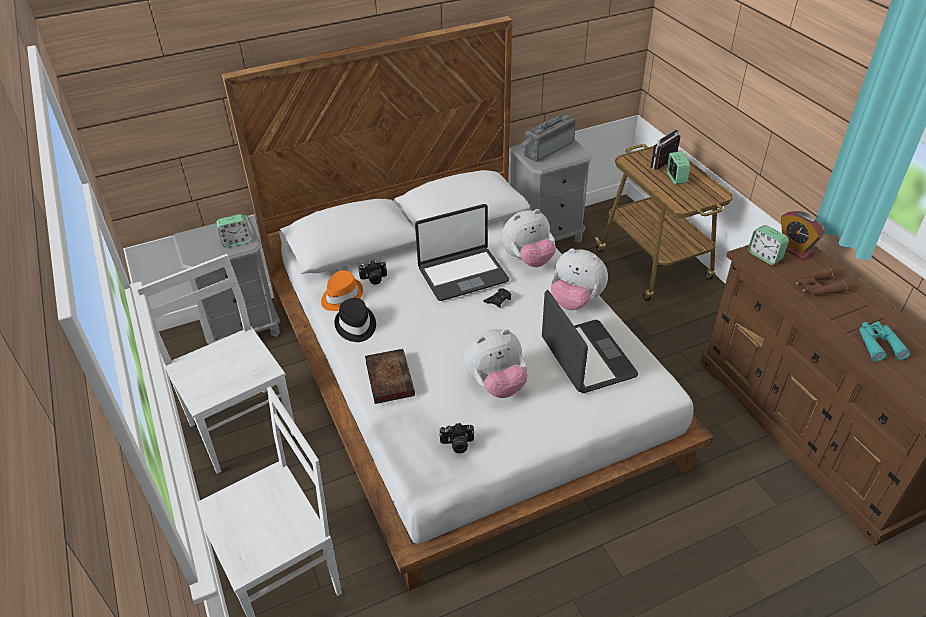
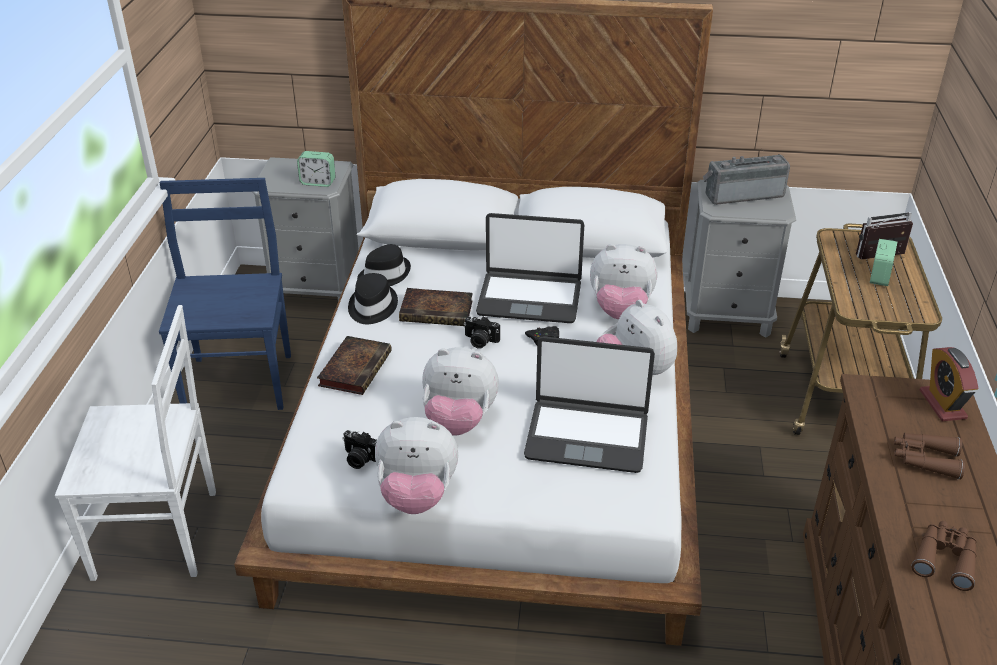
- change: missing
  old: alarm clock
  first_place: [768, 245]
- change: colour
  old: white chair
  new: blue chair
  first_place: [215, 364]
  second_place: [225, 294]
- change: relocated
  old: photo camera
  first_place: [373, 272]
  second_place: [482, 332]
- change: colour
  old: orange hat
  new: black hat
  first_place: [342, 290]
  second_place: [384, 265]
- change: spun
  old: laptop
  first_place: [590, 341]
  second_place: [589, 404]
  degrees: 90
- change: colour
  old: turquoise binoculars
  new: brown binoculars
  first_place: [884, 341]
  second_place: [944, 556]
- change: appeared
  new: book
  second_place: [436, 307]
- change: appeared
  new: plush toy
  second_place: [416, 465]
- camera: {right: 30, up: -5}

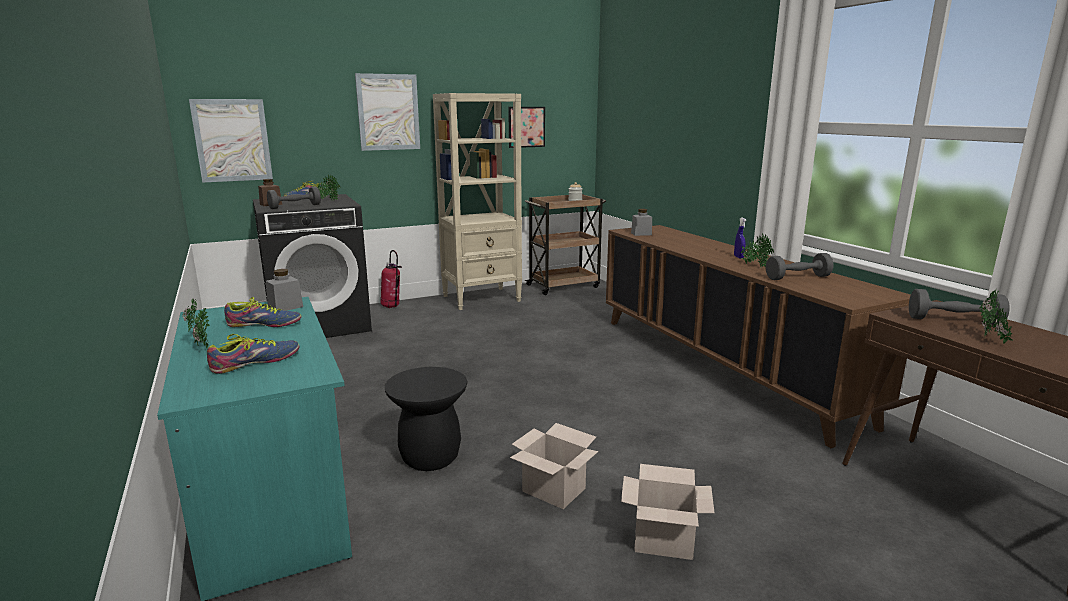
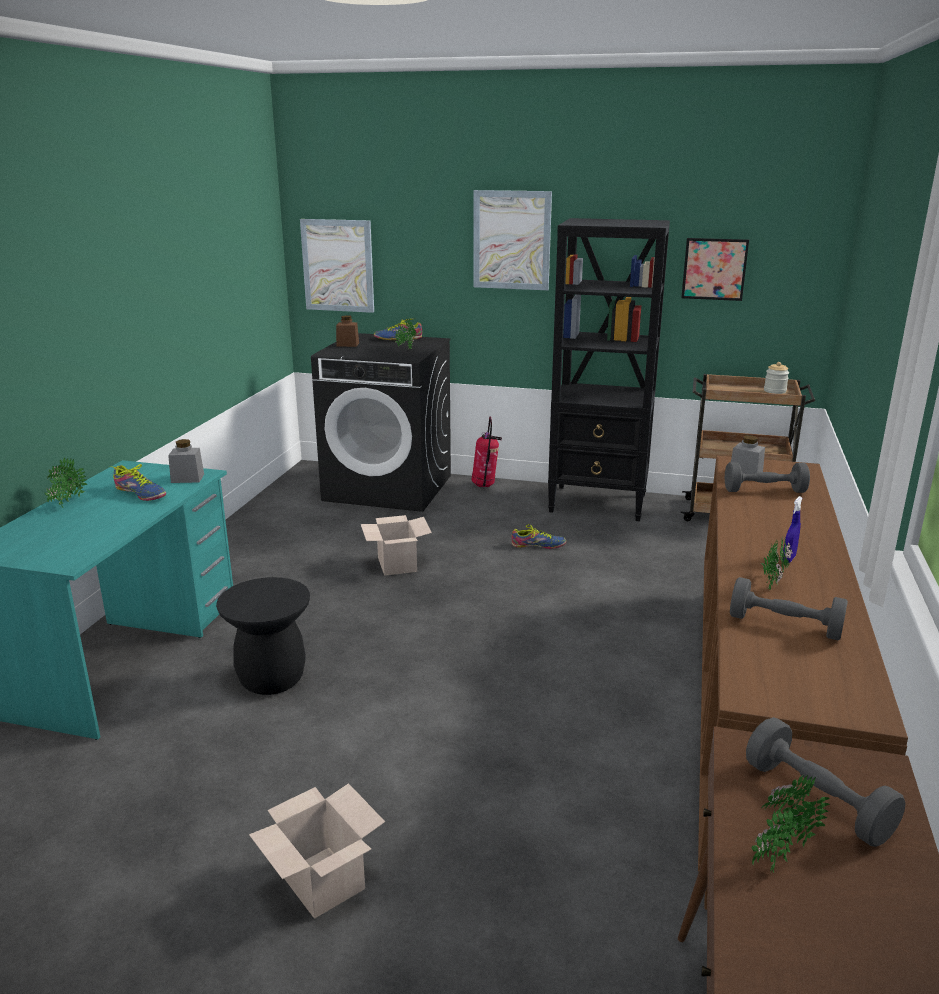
- change: colour
  old: beige bookcase
  new: black bookcase
  first_place: [477, 201]
  second_place: [609, 369]
- change: relocated
  old: grey dumbbell
  first_place: [294, 198]
  second_place: [767, 477]
- change: relocated
  old: shoe
  first_place: [253, 354]
  second_place: [538, 536]
- change: relocated
  old: cardboard box
  first_place: [554, 466]
  second_place: [396, 545]
- camera: {right: 40, up: 5}

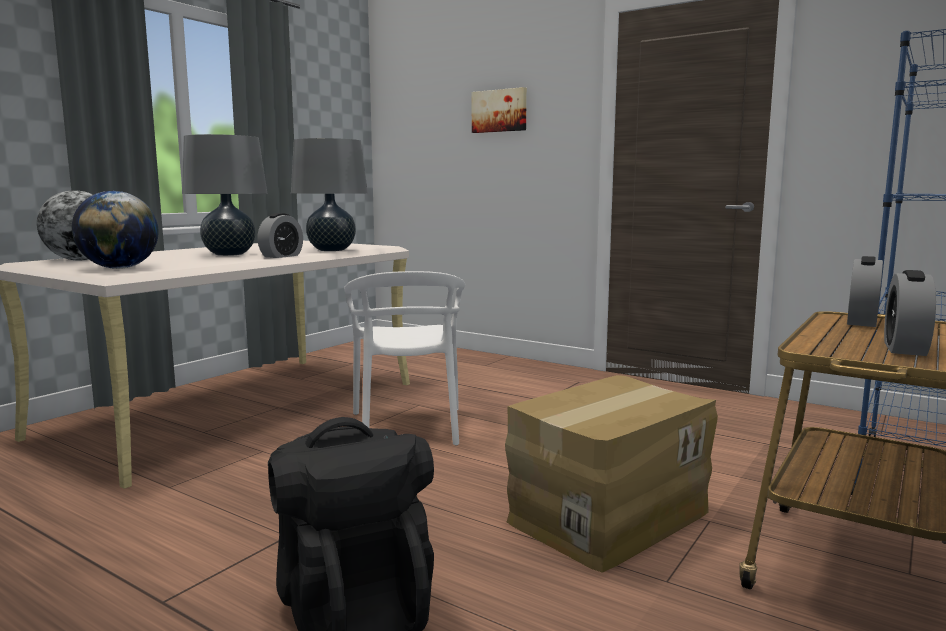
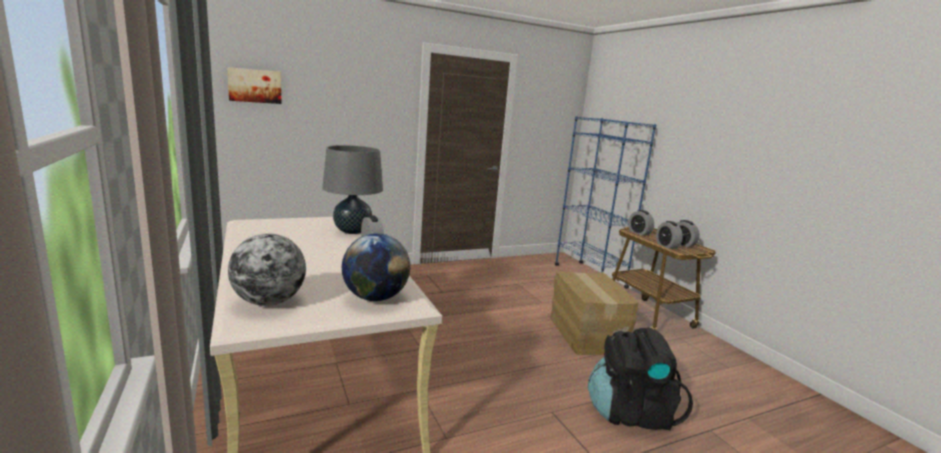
- change: relocated
  old: picture
  first_place: [499, 110]
  second_place: [254, 85]
- change: missing
  old: grey table lamp
  first_place: [225, 195]
- change: missing
  old: white chair
  first_place: [404, 358]
- change: appeared
  new: alarm clock
  second_place: [669, 235]
- camera: {right: -60, up: 5}

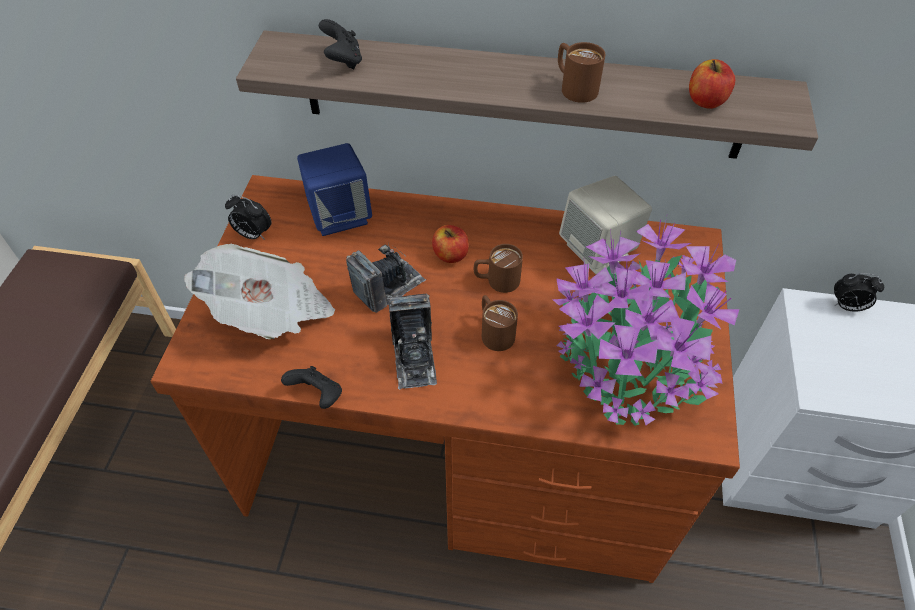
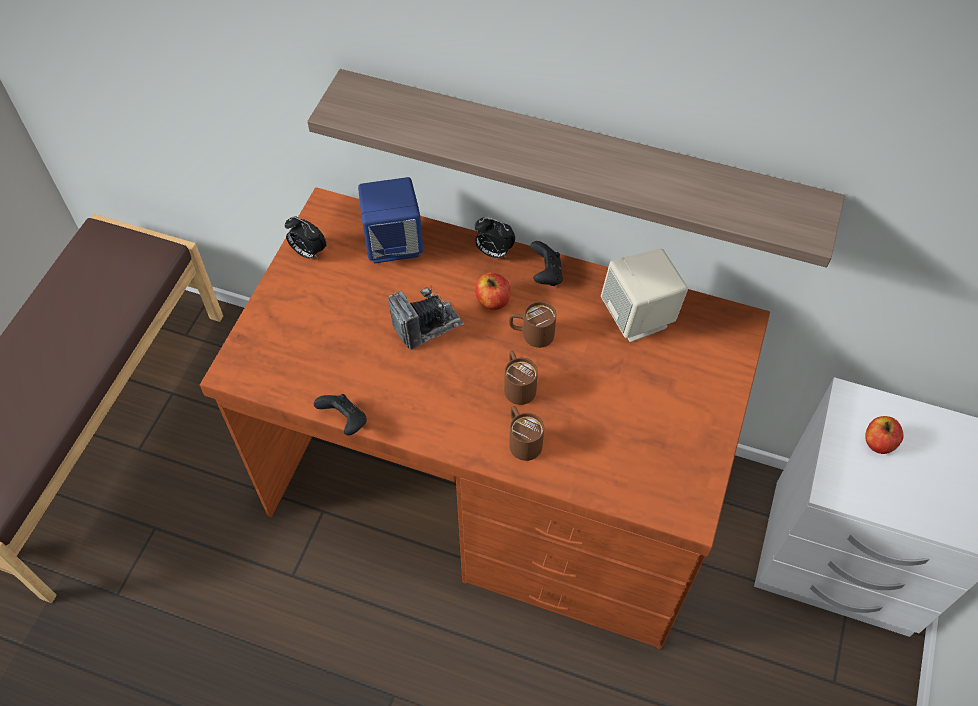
- change: relocated
  old: black game controller
  first_place: [340, 44]
  second_place: [546, 263]
- change: relocated
  old: brown mug
  first_place: [581, 72]
  second_place: [526, 433]
- change: relocated
  old: apple
  first_place: [712, 84]
  second_place: [884, 435]
- change: missing
  old: potted plant
  first_place: [646, 321]
- change: missing
  old: newspaper
  first_place: [259, 291]
- change: relocated
  old: alarm clock
  first_place: [859, 292]
  second_place: [495, 237]
- change: missing
  old: photo camera
  first_place: [412, 342]
- camera: {right: 10, up: 5}

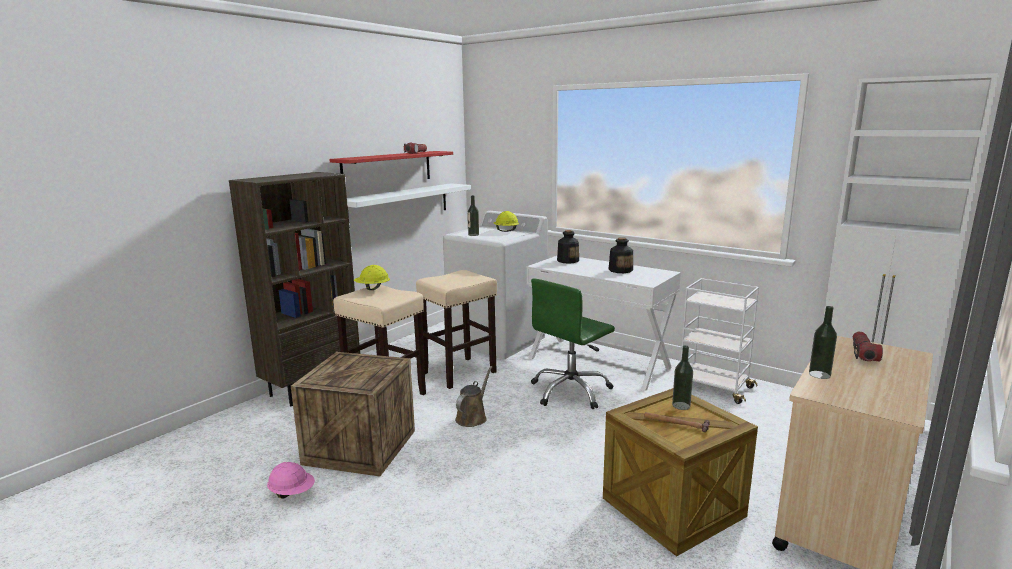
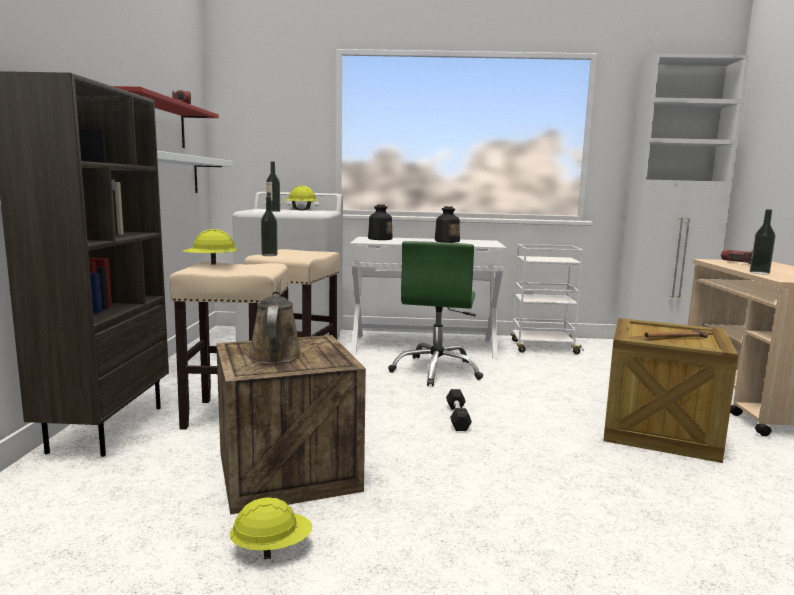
- change: relocated
  old: bottle
  first_place: [682, 377]
  second_place: [269, 226]
- change: relocated
  old: brown watering can
  first_place: [473, 396]
  second_place: [275, 321]
- change: colour
  old: pink hard hat
  new: yellow hard hat
  first_place: [291, 480]
  second_place: [271, 528]
- change: appeared
  new: black dumbbell
  second_place: [459, 410]
- camera: {right: -35, up: -5}

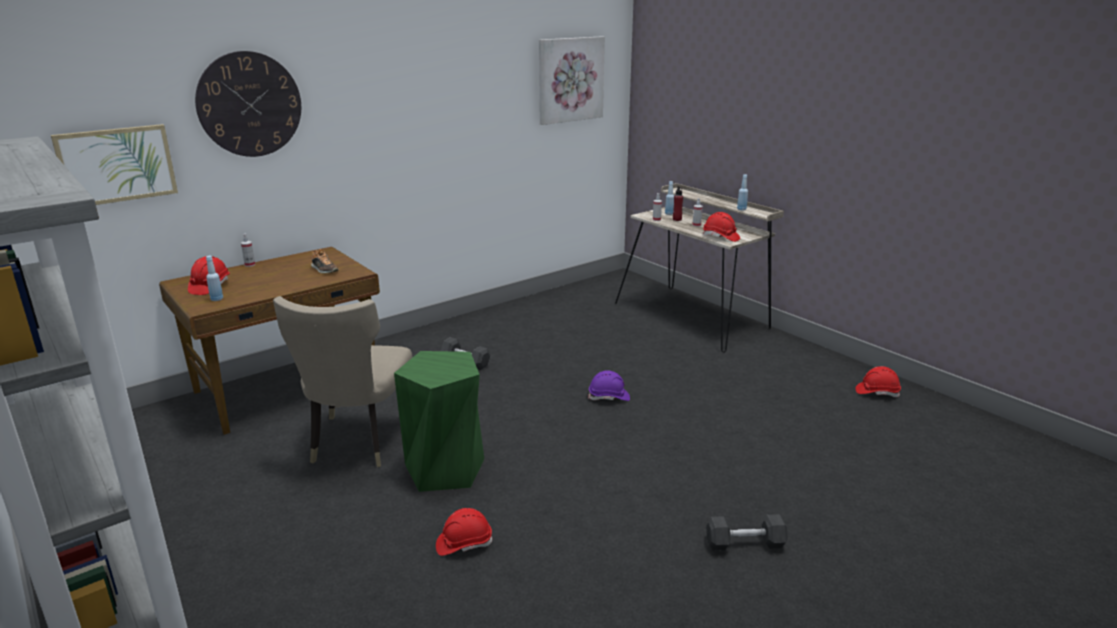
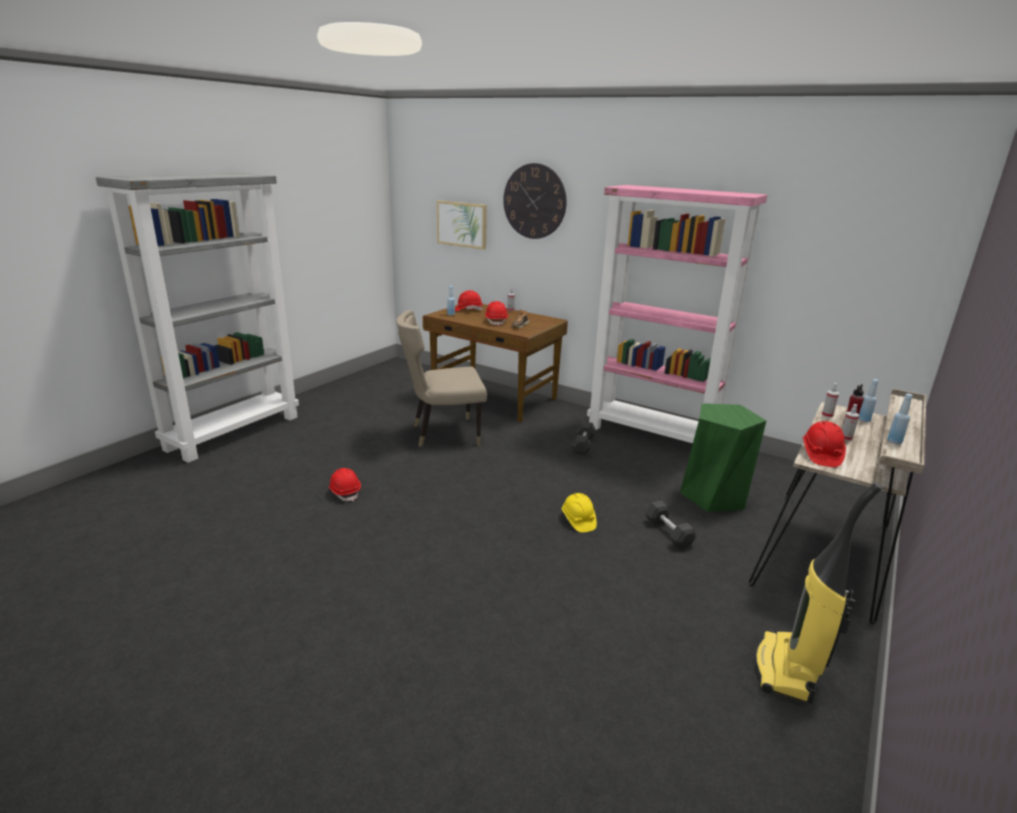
- change: missing
  old: picture
  first_place: [572, 80]
- change: relocated
  old: green stool
  first_place: [439, 421]
  second_place: [723, 457]
- change: relocated
  old: red hard hat
  first_place: [878, 381]
  second_place: [496, 313]
- change: colour
  old: purple hard hat
  new: yellow hard hat
  first_place: [609, 385]
  second_place: [579, 512]
- change: relocated
  old: grey dumbbell
  first_place: [747, 532]
  second_place: [671, 525]
- change: appeared
  new: pink bookcase
  second_place: [677, 314]
- change: appeared
  new: vacuum cleaner
  second_place: [818, 593]
- camera: {right: 70, up: 0}

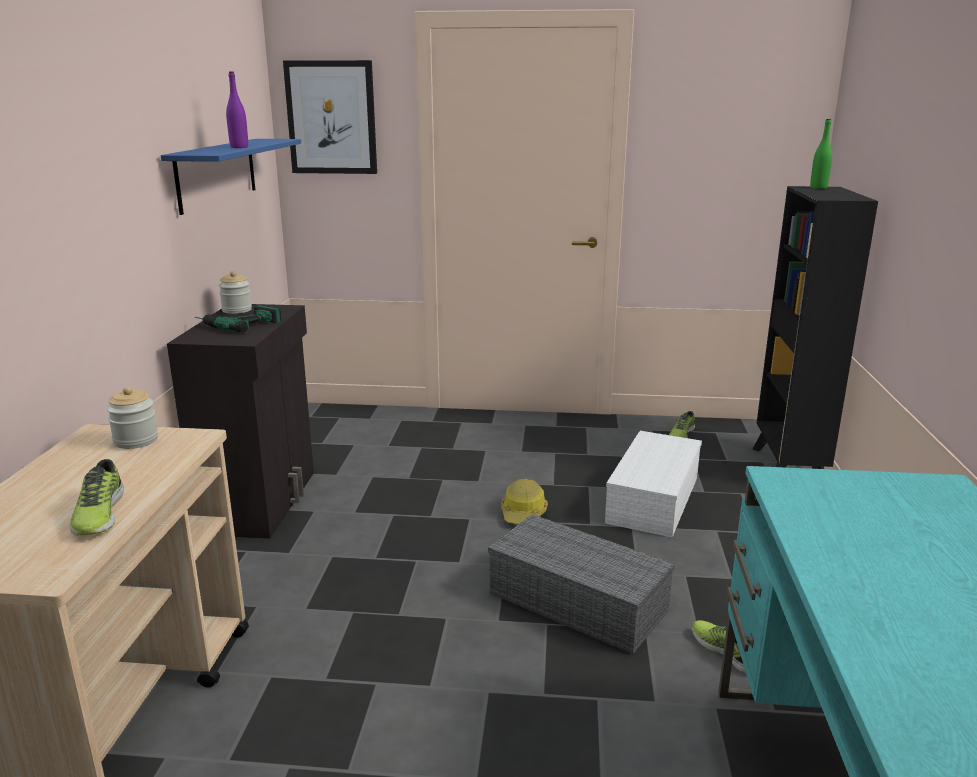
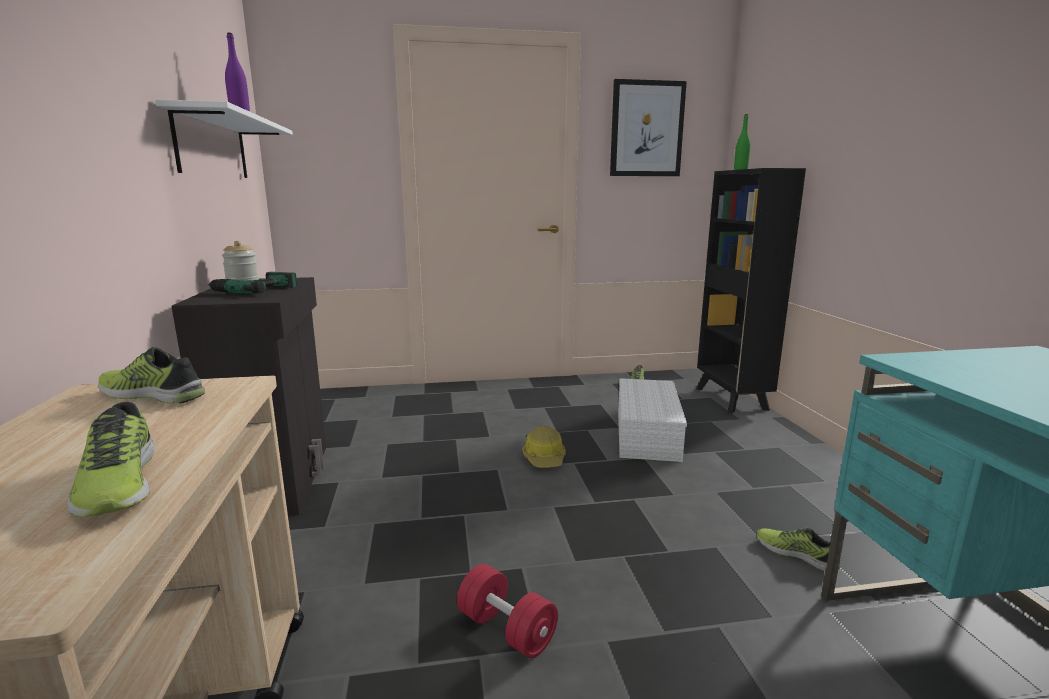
- change: relocated
  old: picture
  first_place: [330, 117]
  second_place: [648, 127]
- change: colour
  old: blue shelf
  new: white shelf
  first_place: [231, 177]
  second_place: [224, 139]
- change: exchanged
  old: jar
  new: shoe
  first_place: [132, 417]
  second_place: [151, 375]
- change: missing
  old: grey storage box
  first_place: [581, 584]
- change: appeared
  new: red dumbbell
  second_place: [507, 611]
- camera: {right: -15, up: -5}

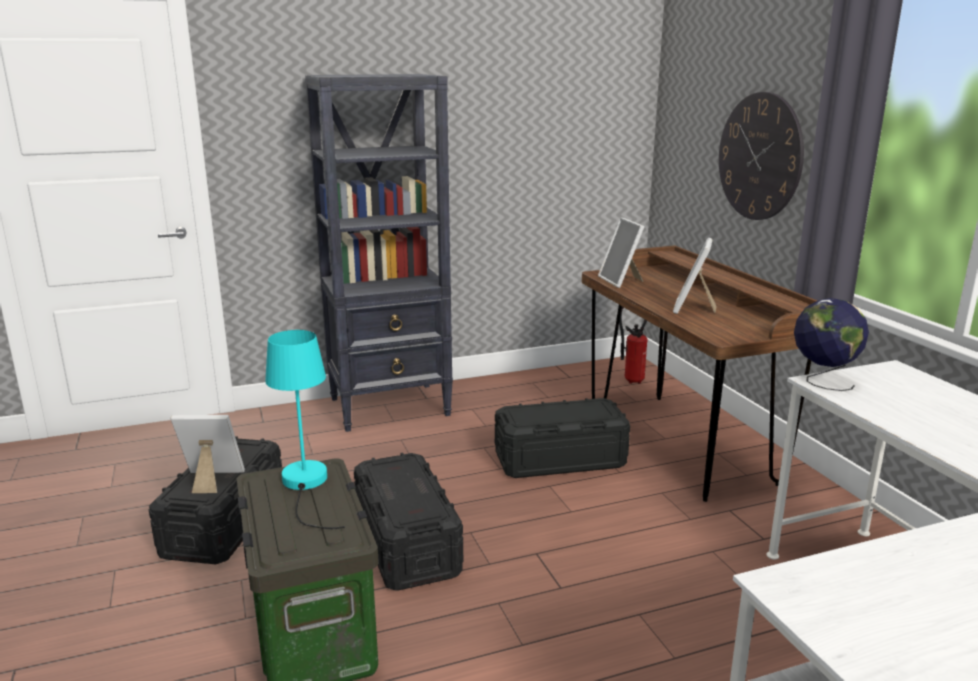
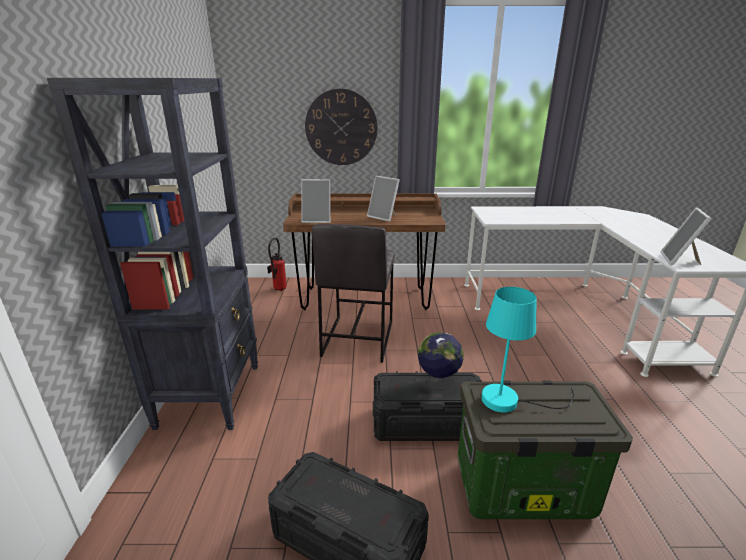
- change: relocated
  old: globe
  first_place: [831, 344]
  second_place: [441, 361]
- change: exchanged
  old: black storage box
  new: grey stool
  first_place: [562, 438]
  second_place: [353, 293]
- change: relocated
  old: picture frame
  first_place: [207, 454]
  second_place: [686, 236]
- camera: {right: -70, up: 5}

